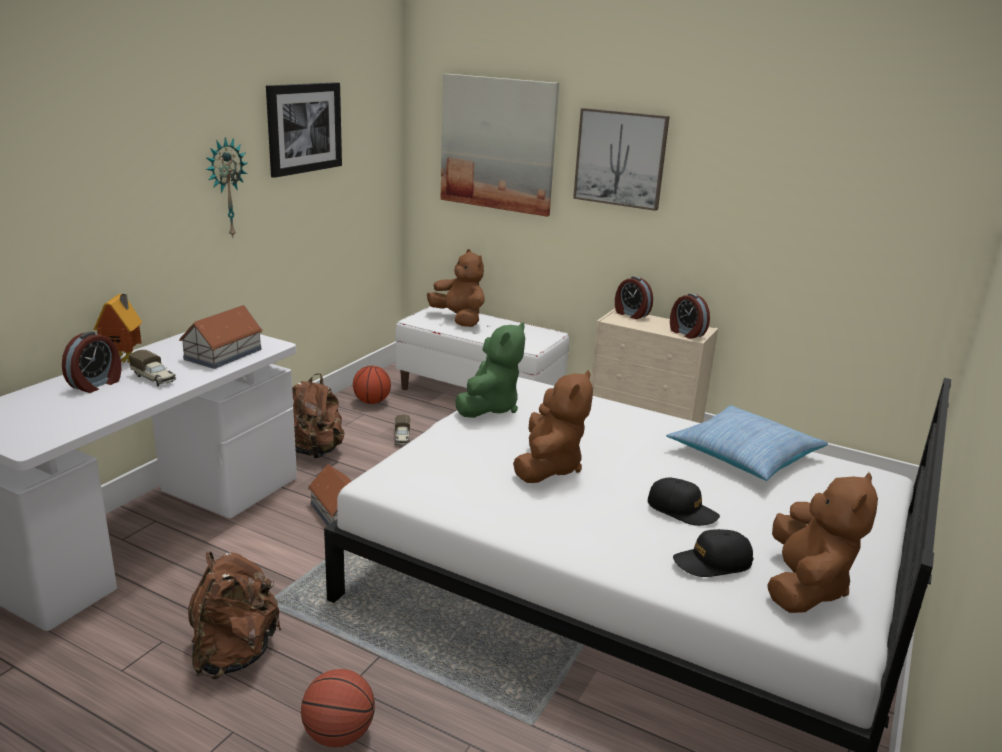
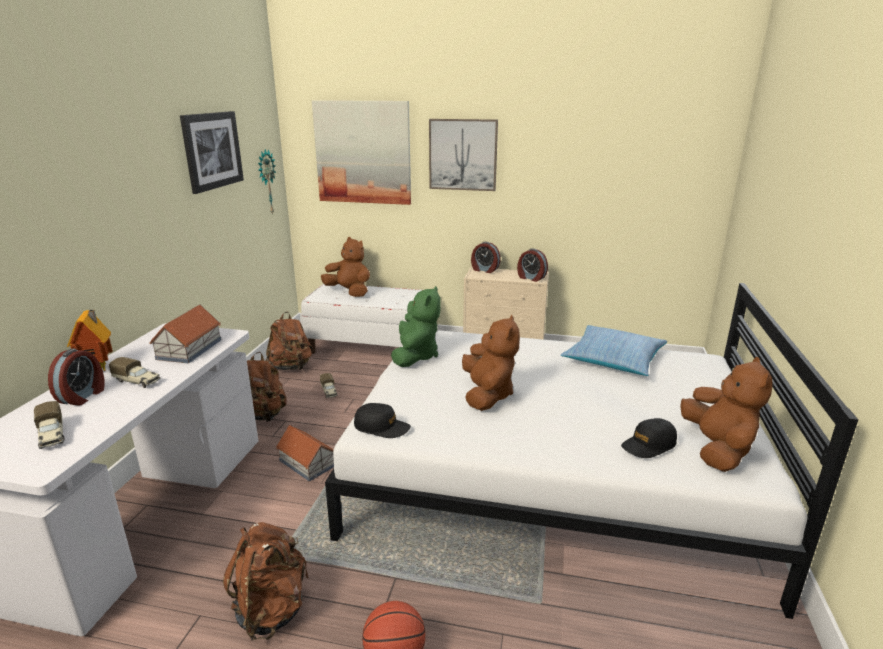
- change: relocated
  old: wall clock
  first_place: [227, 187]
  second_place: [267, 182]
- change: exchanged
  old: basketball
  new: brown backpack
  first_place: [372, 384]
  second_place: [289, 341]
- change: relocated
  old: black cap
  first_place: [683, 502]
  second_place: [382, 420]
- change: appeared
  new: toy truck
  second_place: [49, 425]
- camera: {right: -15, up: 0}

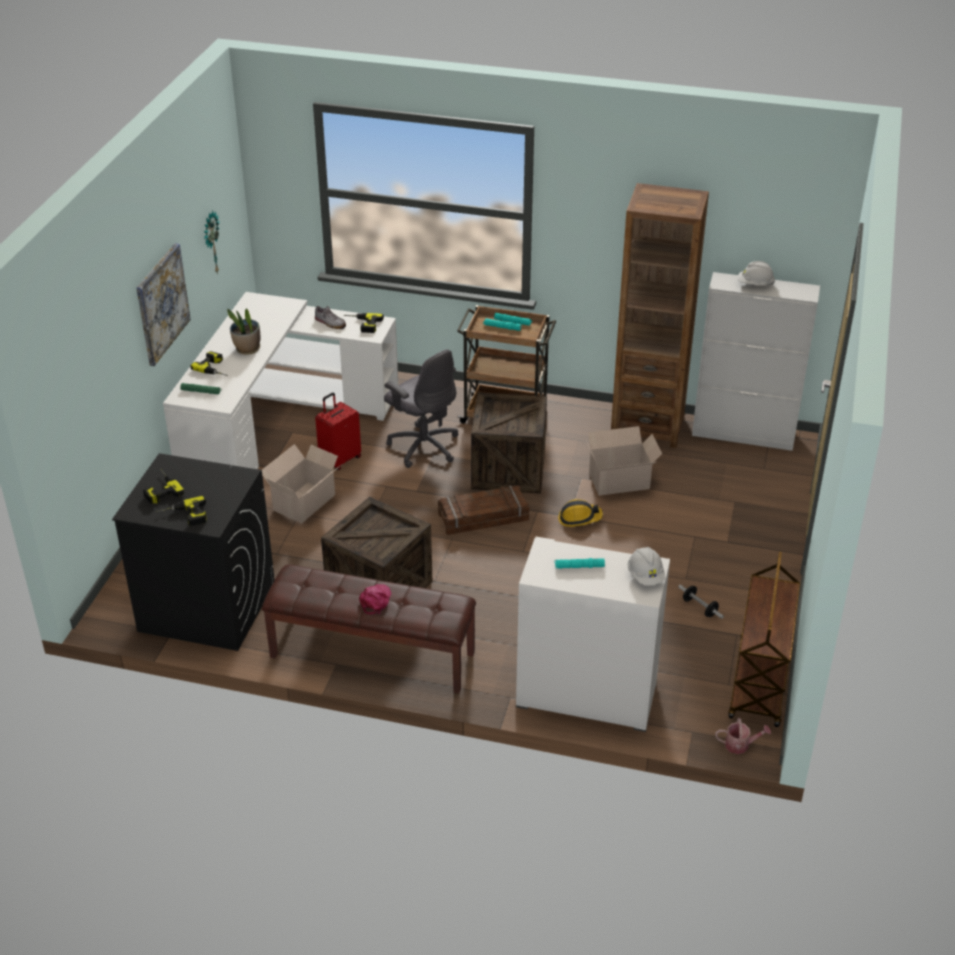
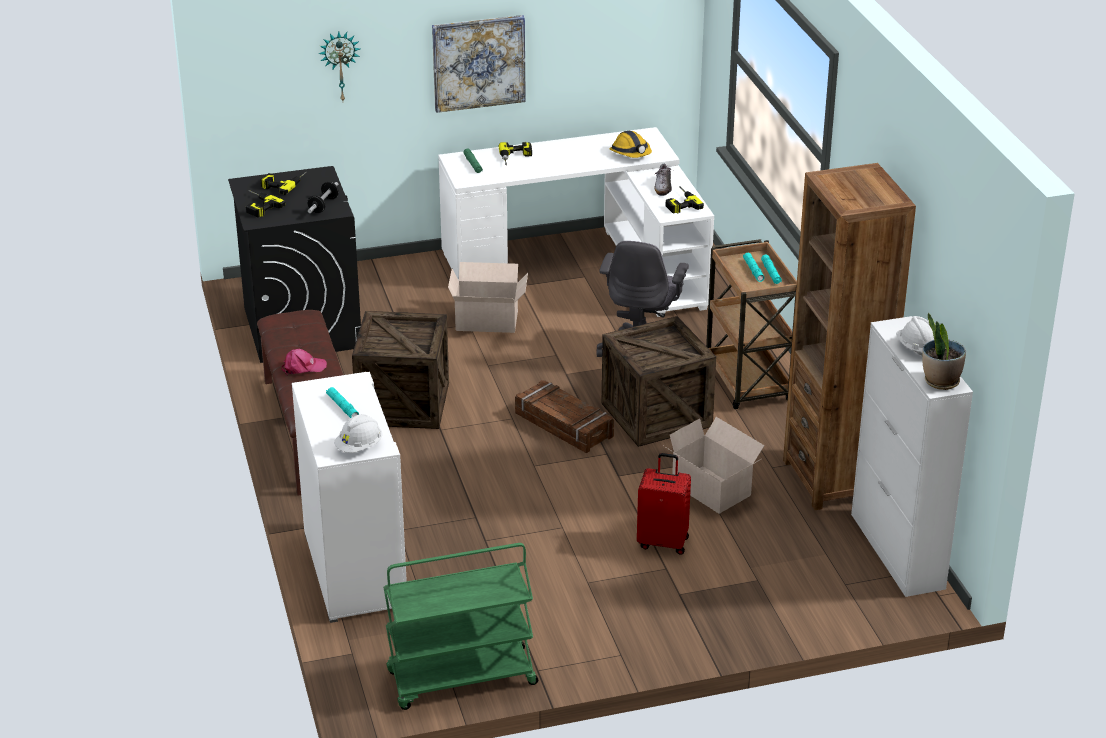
- change: relocated
  old: wall clock
  first_place: [212, 242]
  second_place: [339, 66]
- change: relocated
  old: potted plant
  first_place: [243, 331]
  second_place: [944, 351]
- change: relocated
  old: red suitcase
  first_place: [338, 431]
  second_place: [664, 504]
- change: relocated
  old: hard hat
  first_place: [580, 513]
  second_place: [631, 144]
- change: colour
  old: brown cart
  new: green cart
  first_place: [764, 639]
  second_place: [460, 626]
- change: relocated
  old: dumbbell
  first_place: [701, 601]
  second_place: [323, 197]
- change: missing
  old: watering can
  first_place: [743, 736]
- camera: {right: 60, up: -5}

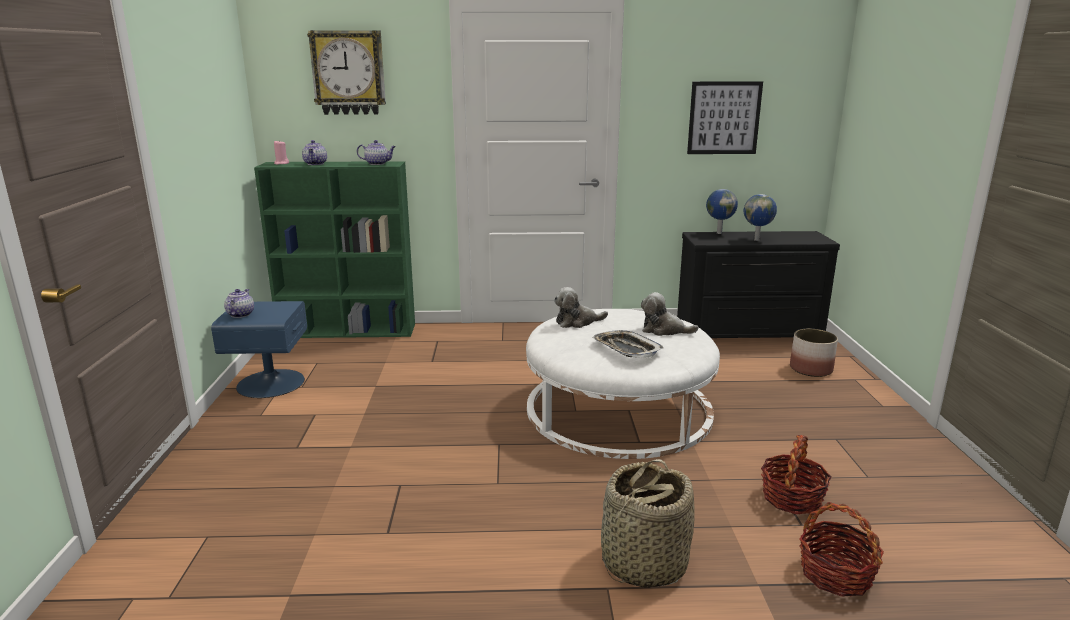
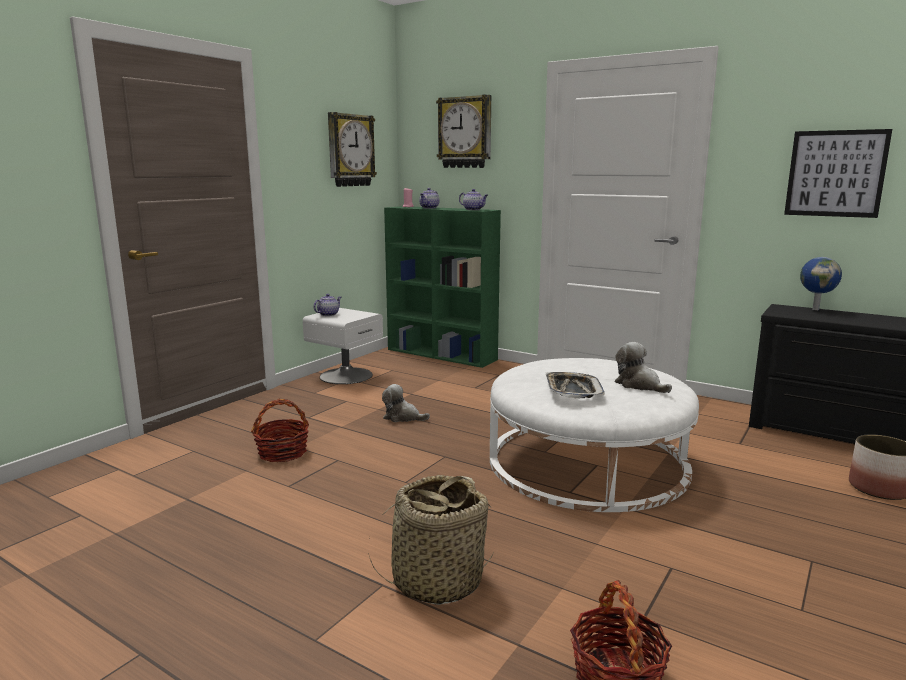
- change: missing
  old: globe
  first_place: [760, 217]
- change: relocated
  old: plush toy
  first_place: [581, 307]
  second_place: [406, 403]
- change: colour
  old: blue nightstand
  new: white nightstand
  first_place: [259, 349]
  second_place: [343, 346]
- change: relocated
  old: basket
  first_place: [796, 475]
  second_place: [280, 430]
- change: appeared
  new: wall clock
  second_place: [352, 149]
- camera: {right: 35, up: -5}

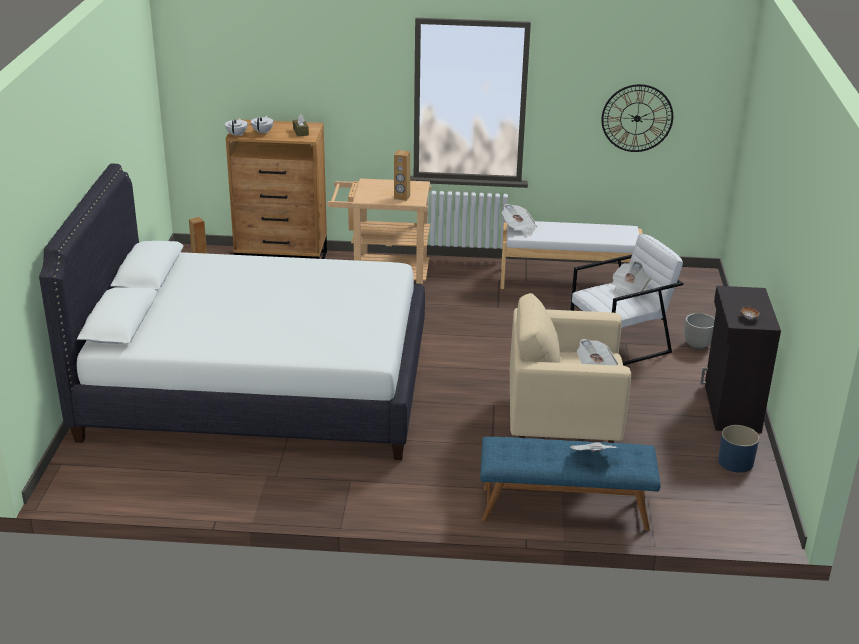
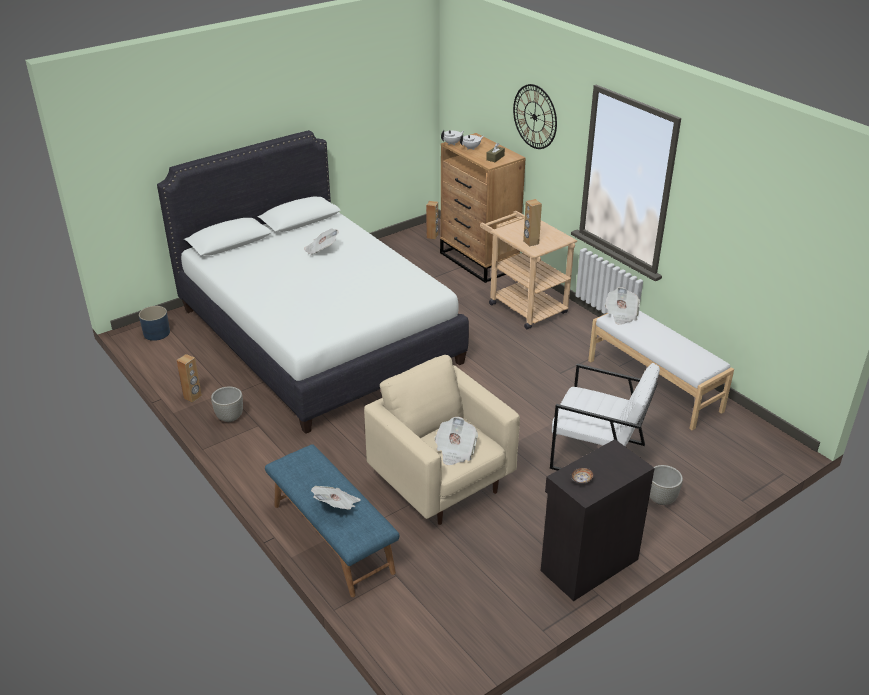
- change: relocated
  old: wall clock
  first_place: [637, 118]
  second_place: [535, 116]
- change: relocated
  old: newspaper
  first_place: [631, 279]
  second_place: [321, 241]
- change: relocated
  old: blue planter
  first_place: [738, 449]
  second_place: [154, 323]
- change: appeared
  new: brown speaker
  second_place: [189, 378]
- change: appeared
  new: grey planter
  second_place: [227, 404]
- camera: {right: 50, up: 5}

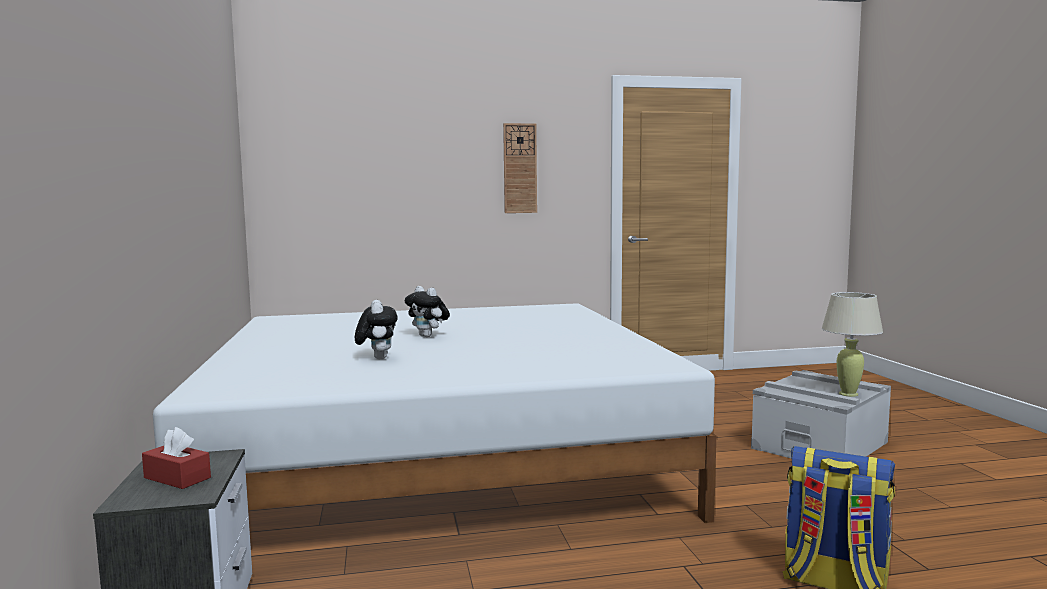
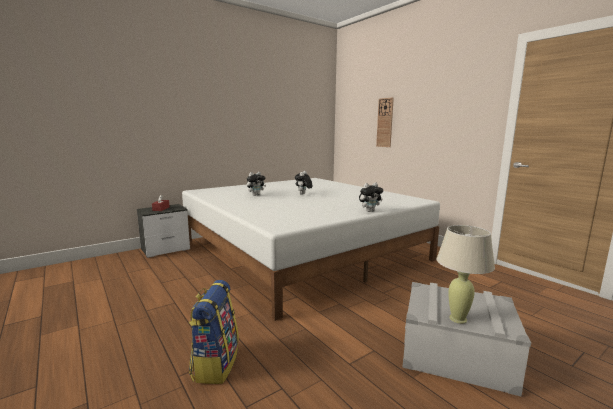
- change: relocated
  old: wall clock
  first_place: [520, 168]
  second_place: [385, 122]
- change: appeared
  new: plush toy
  second_place: [371, 197]
- camera: {right: 65, up: 5}

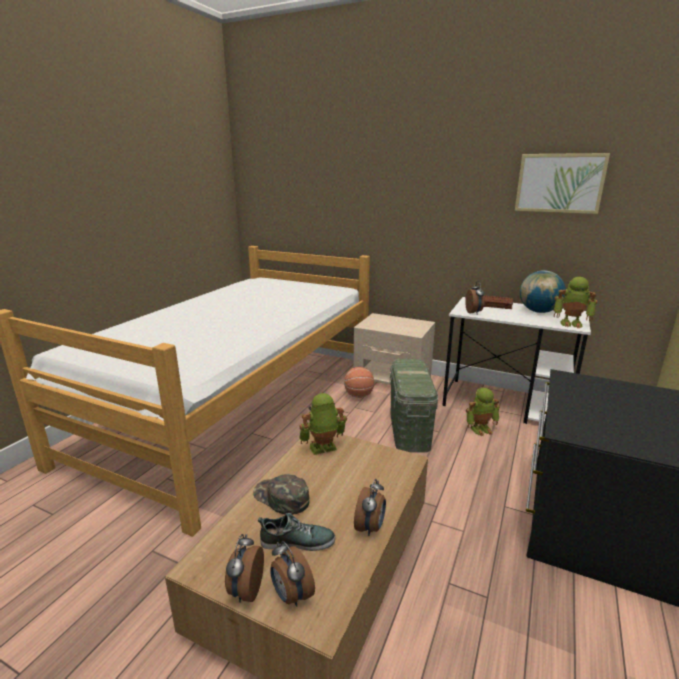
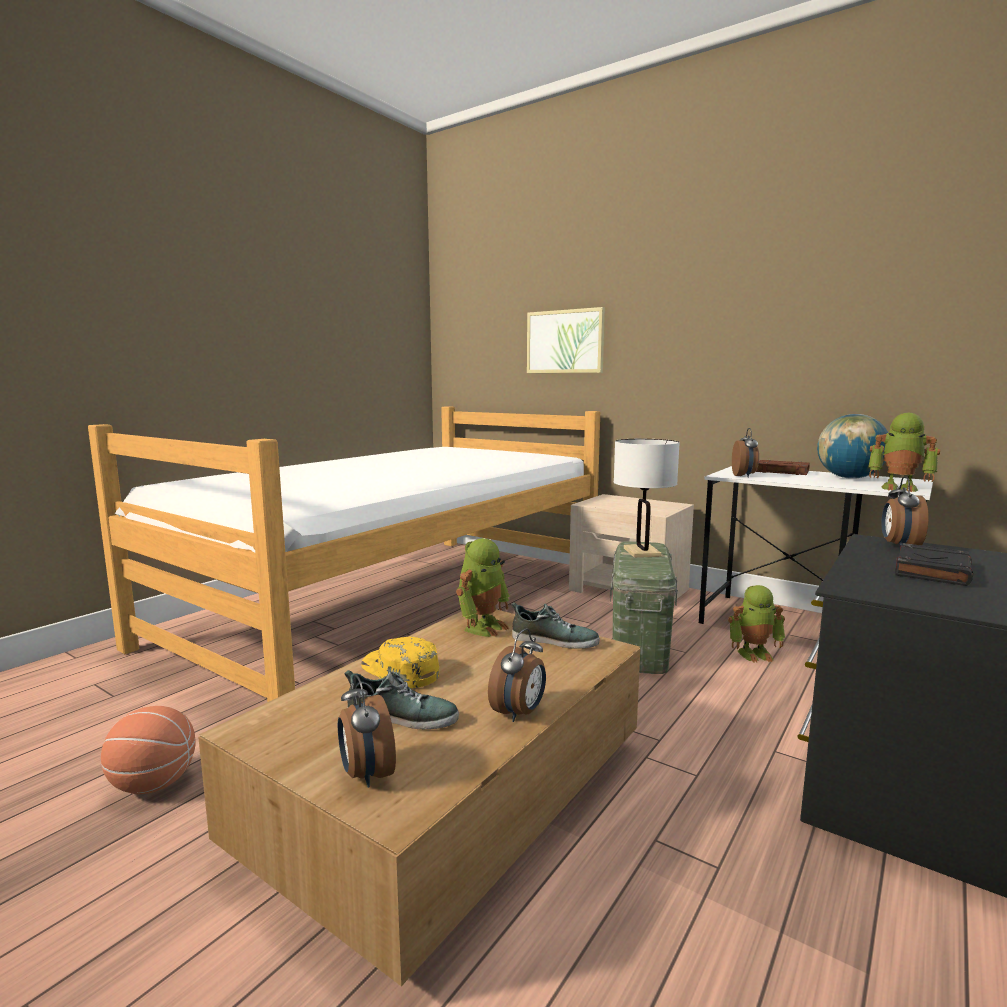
- change: relocated
  old: picture
  first_place: [562, 183]
  second_place: [566, 340]
- change: relocated
  old: basketball
  first_place: [359, 382]
  second_place: [148, 750]
- change: spun
  old: toy robot
  first_place: [323, 424]
  second_place: [483, 587]
  degrees: 135
- change: colour
  old: green cap
  new: yellow cap
  first_place: [281, 494]
  second_place: [400, 662]
- change: relocated
  old: alarm clock
  first_place: [244, 568]
  second_place: [905, 511]
- change: appeared
  new: white table lamp
  second_place: [647, 498]
- change: appeared
  new: black book
  second_place: [934, 564]
- change: appeared
  new: shoe
  second_place: [555, 625]
- camera: {right: 10, up: -10}

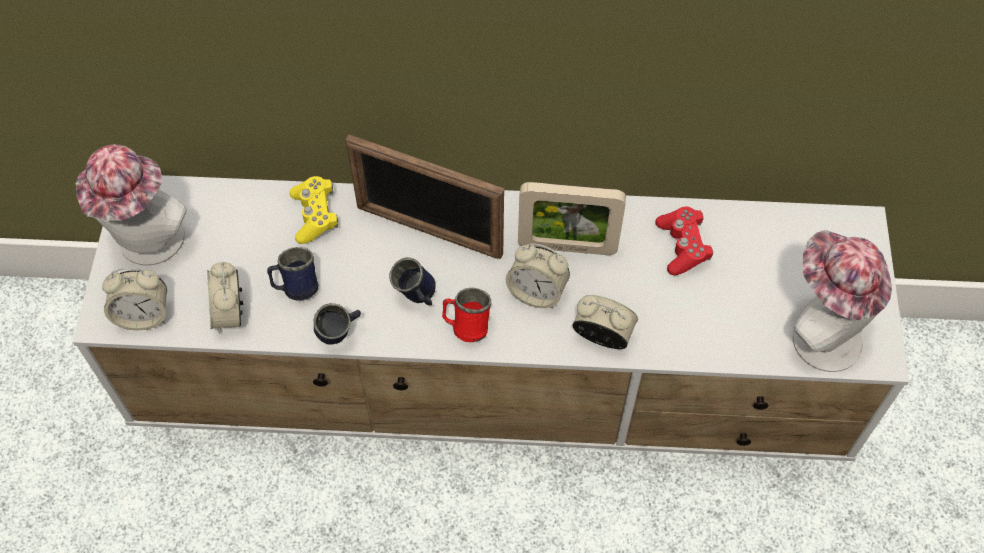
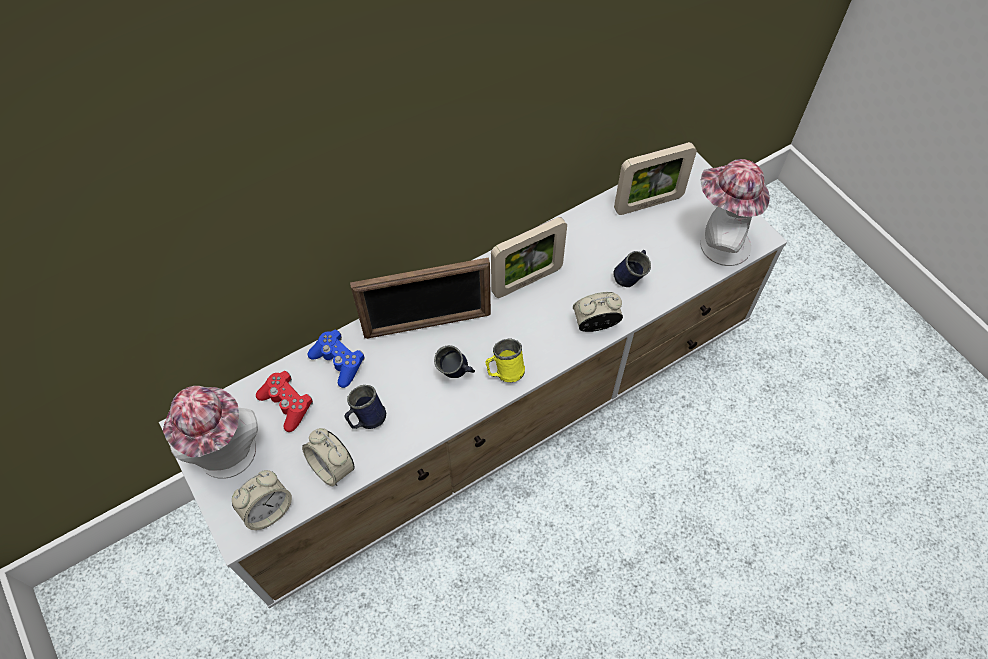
- change: colour
  old: yellow game controller
  new: blue game controller
  first_place: [313, 210]
  second_place: [336, 359]
- change: relocated
  old: red game controller
  first_place: [684, 241]
  second_place: [284, 401]
- change: missing
  old: alarm clock
  first_place: [538, 275]
- change: colour
  old: red mug
  new: yellow mug
  first_place: [466, 315]
  second_place: [505, 360]
- change: relocated
  old: blue mug
  first_place: [337, 323]
  second_place: [632, 268]
- change: appeared
  new: picture frame
  second_place: [655, 178]
- camera: {right: -35, up: 0}

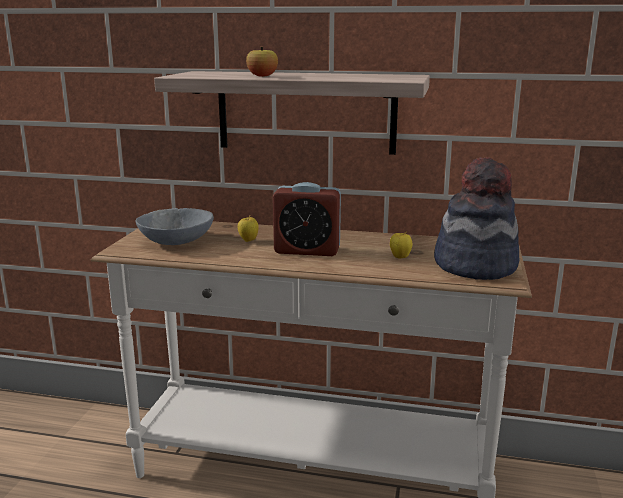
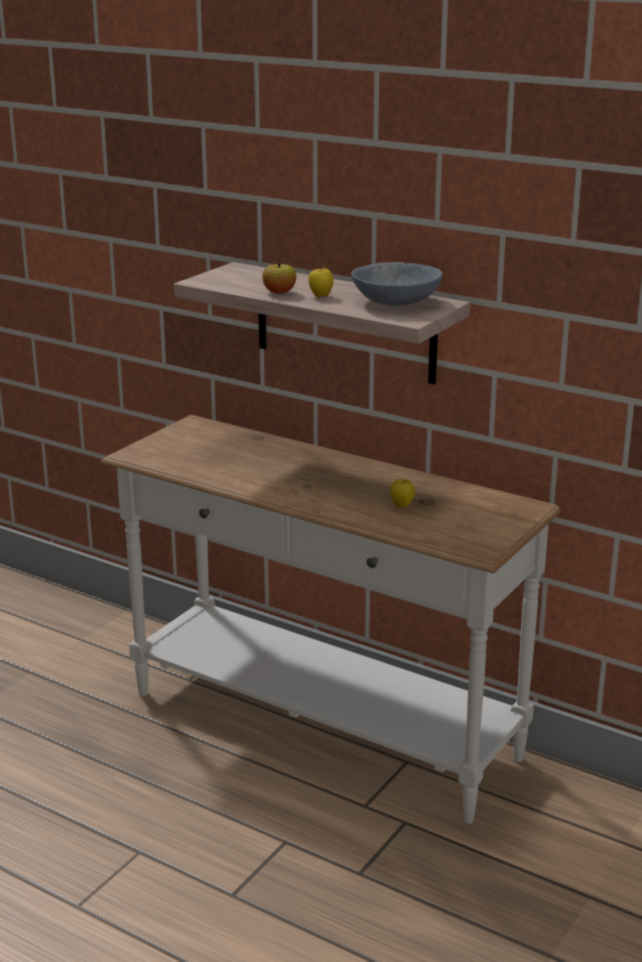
- change: missing
  old: hat
  first_place: [476, 218]
- change: missing
  old: alarm clock
  first_place: [307, 219]
- change: relocated
  old: grey bowl
  first_place: [175, 226]
  second_place: [397, 284]
- change: relocated
  old: apple
  first_place: [248, 228]
  second_place: [321, 281]
- camera: {right: 20, up: 5}

